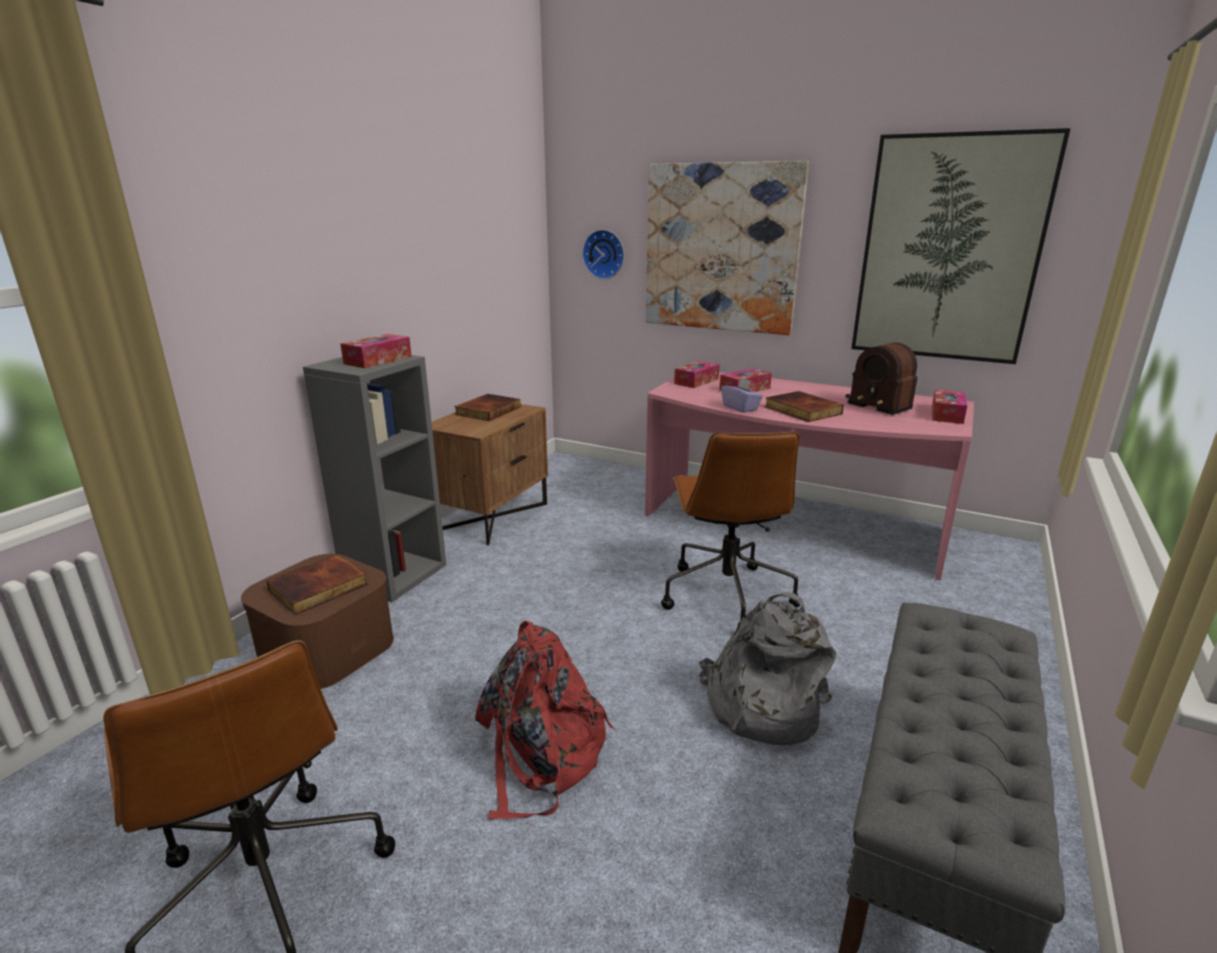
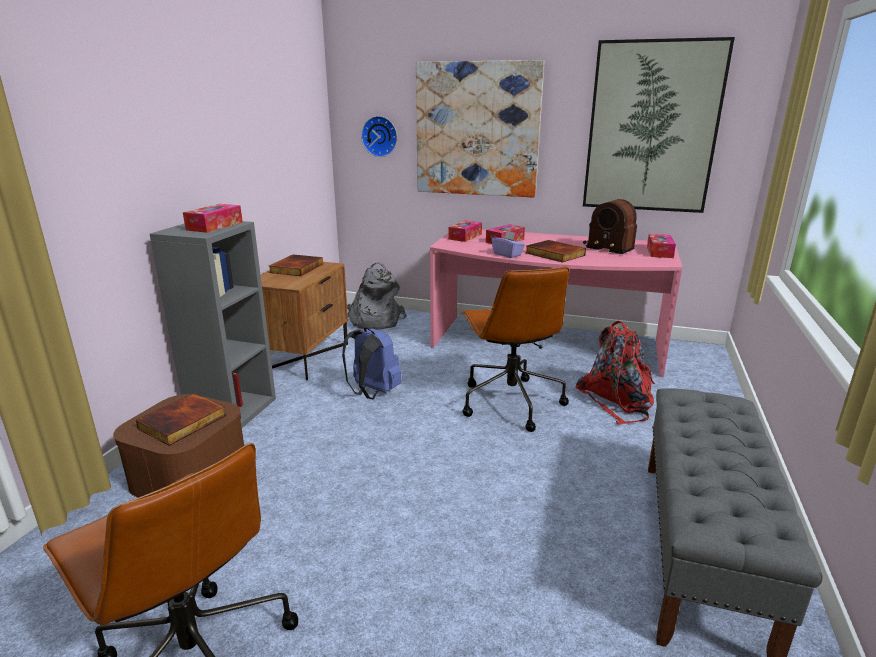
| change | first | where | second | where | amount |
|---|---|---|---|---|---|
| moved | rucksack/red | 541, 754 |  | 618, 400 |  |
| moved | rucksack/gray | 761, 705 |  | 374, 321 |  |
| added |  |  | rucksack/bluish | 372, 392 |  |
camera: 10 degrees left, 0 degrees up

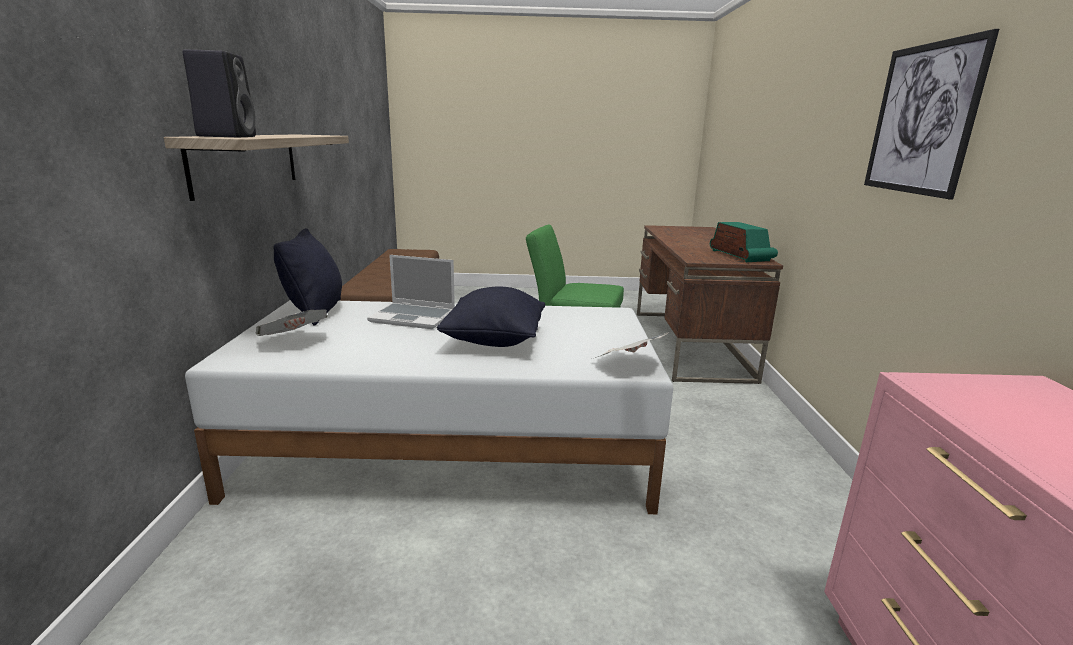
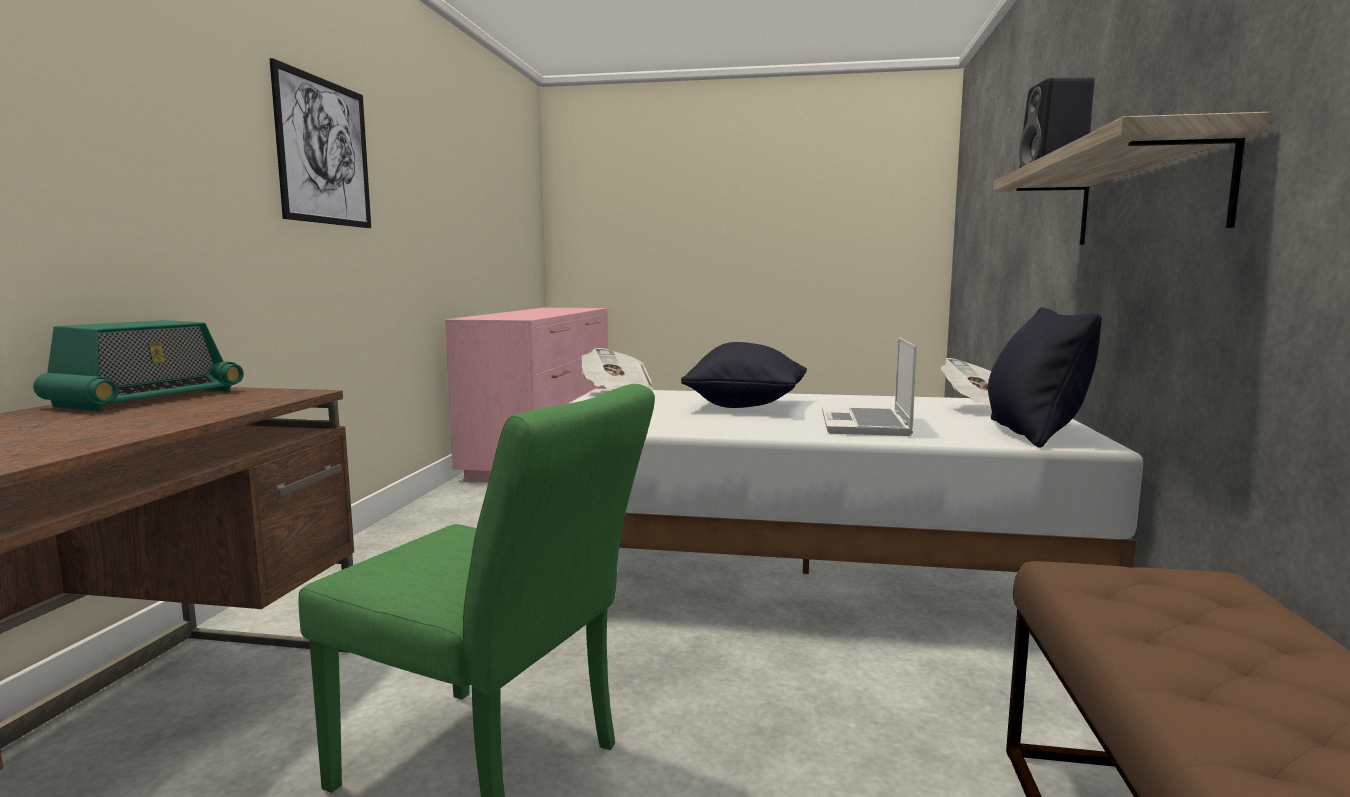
| change | first | where | second | where | amount |
|---|---|---|---|---|---|
| turned | notebook computer | 414, 317 |  | 866, 425 | 105 degrees counterclockwise |
| turned | radio | 740, 255 |  | 147, 398 | 150 degrees counterclockwise |
camera: 170 degrees left, 10 degrees down

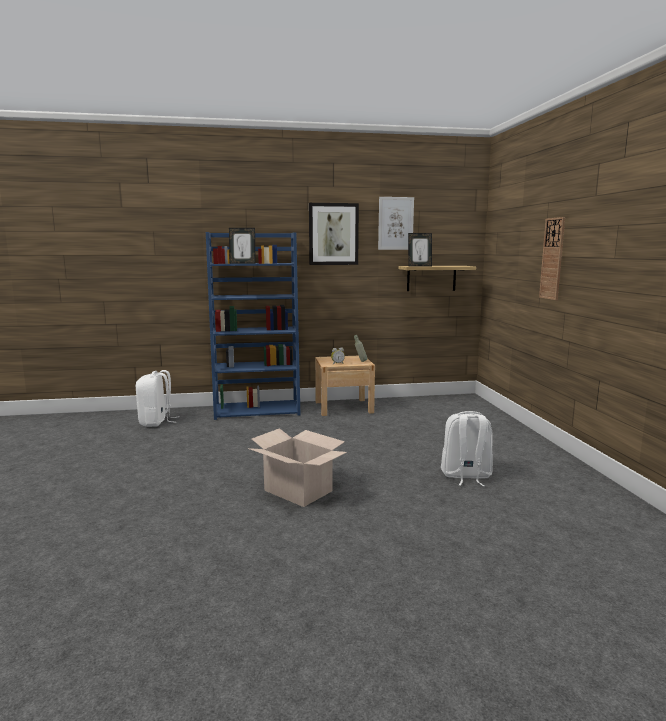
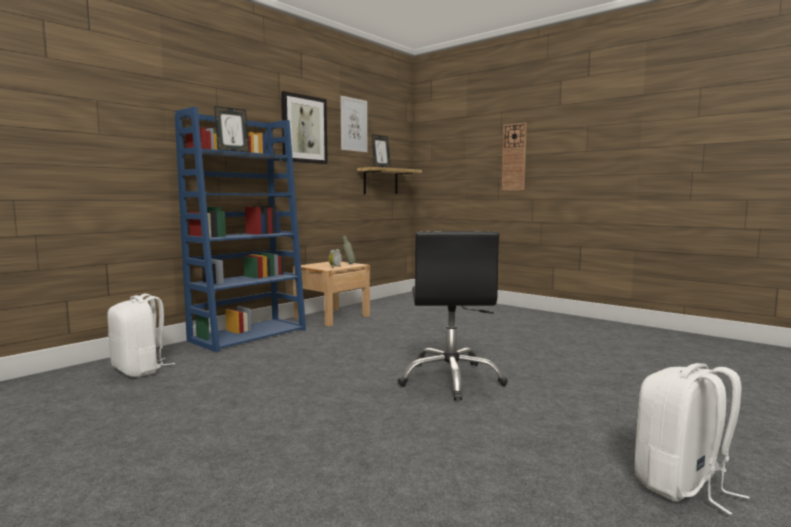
| change | first | where | second | where | amount |
|---|---|---|---|---|---|
| replaced | cardboard box | 297, 491 | desk chair/blackish | 451, 379 |  |
| moved | rucksack/white-coloured | 465, 475 |  | 682, 486 |  |
camera: 40 degrees left, 5 degrees down

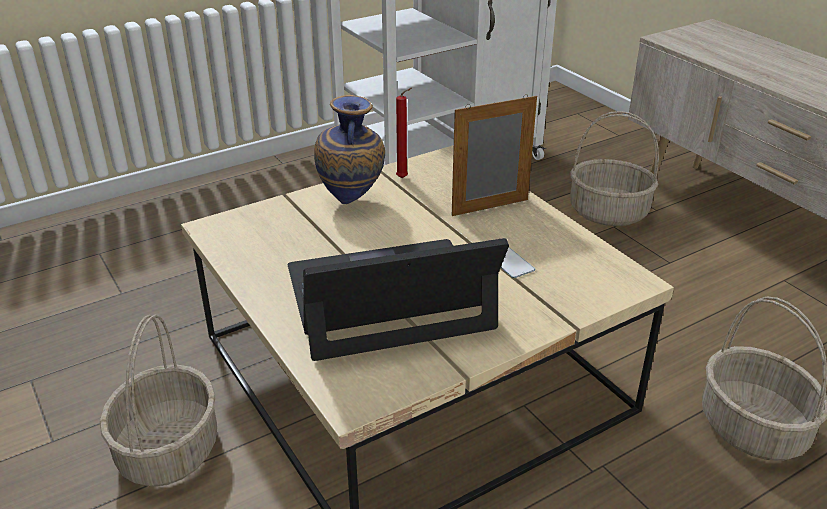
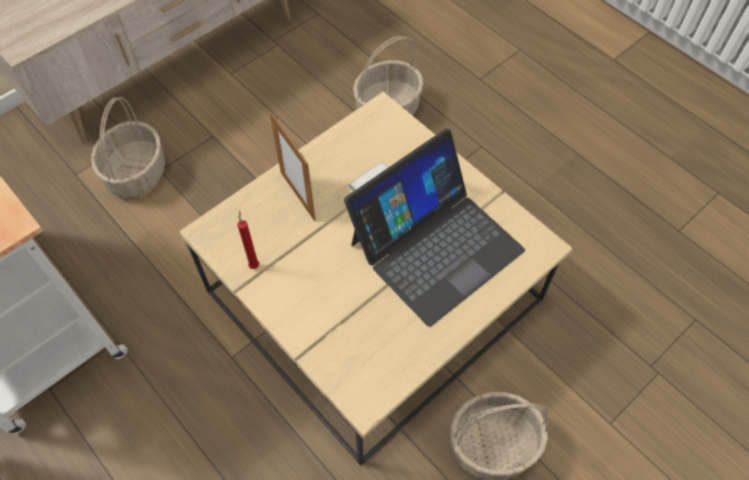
| change | first | where | second | where | amount |
|---|---|---|---|---|---|
| turned | notebook computer | 388, 298 |  | 435, 245 | 105 degrees counterclockwise |
| removed | flower vase | 352, 203 |  |  |  |
camera: 100 degrees left, 25 degrees up

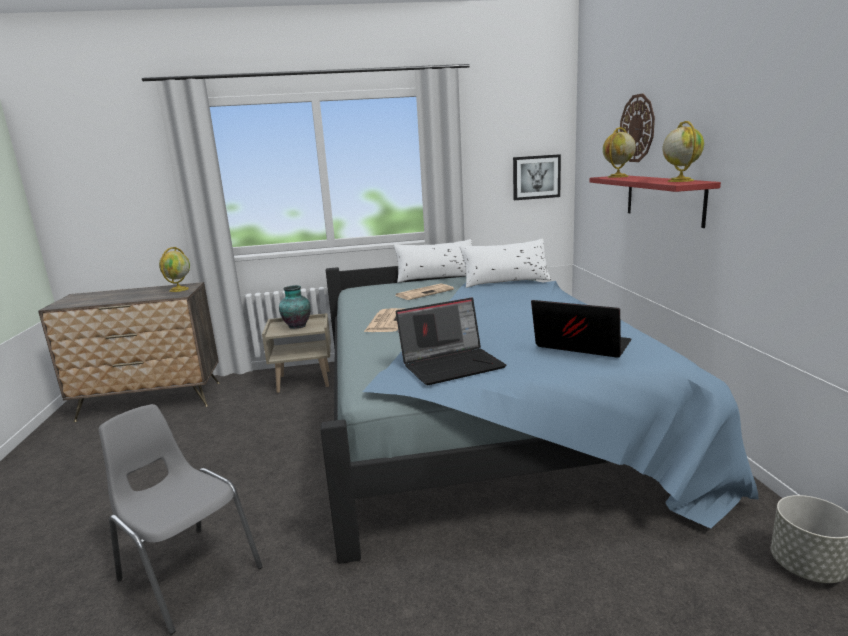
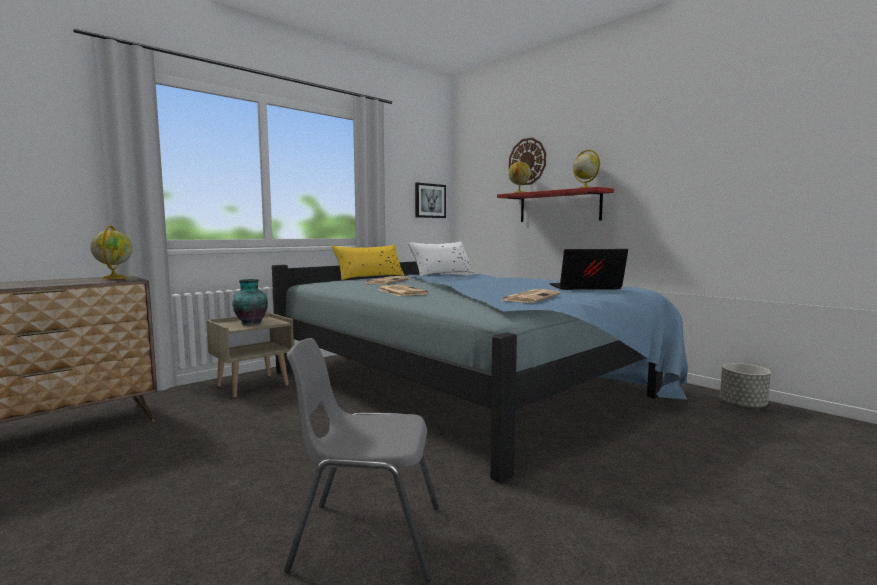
| change | first | where | second | where | amount |
|---|---|---|---|---|---|
| recoloured | cushion/white-coloured | 435, 277 | cushion/yellow | 369, 277 |  |
| replaced | notebook computer | 452, 364 | newspaper | 531, 297 |  |
camera: 35 degrees left, 10 degrees down

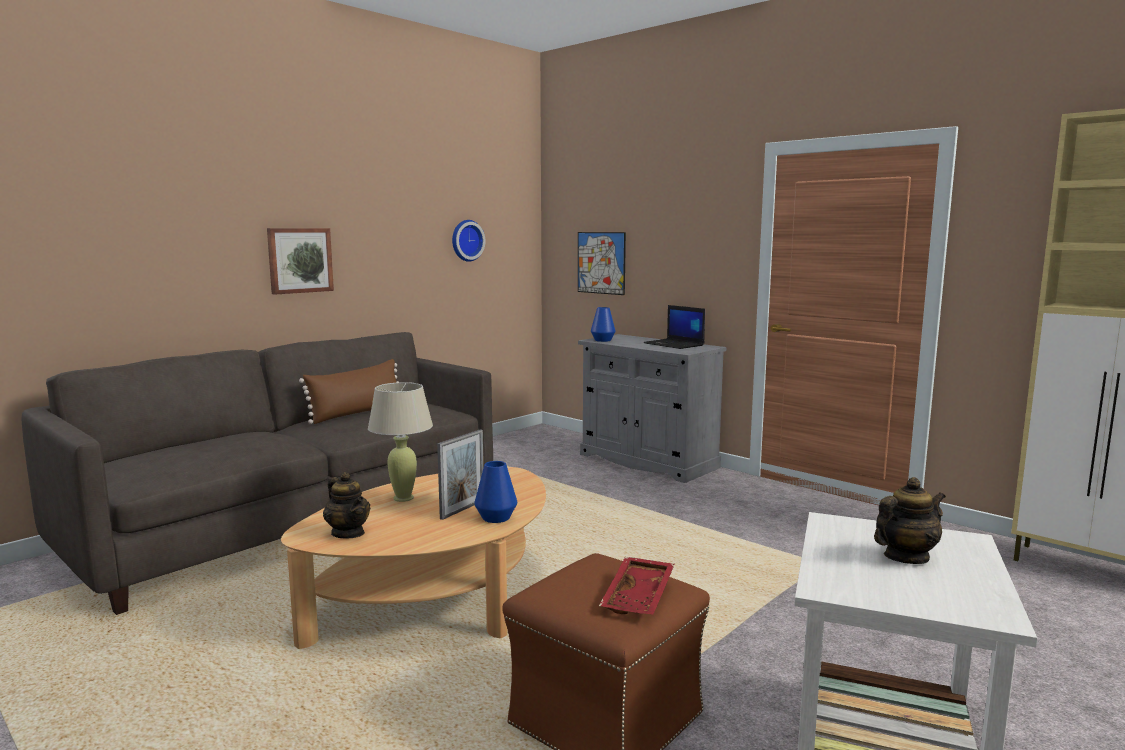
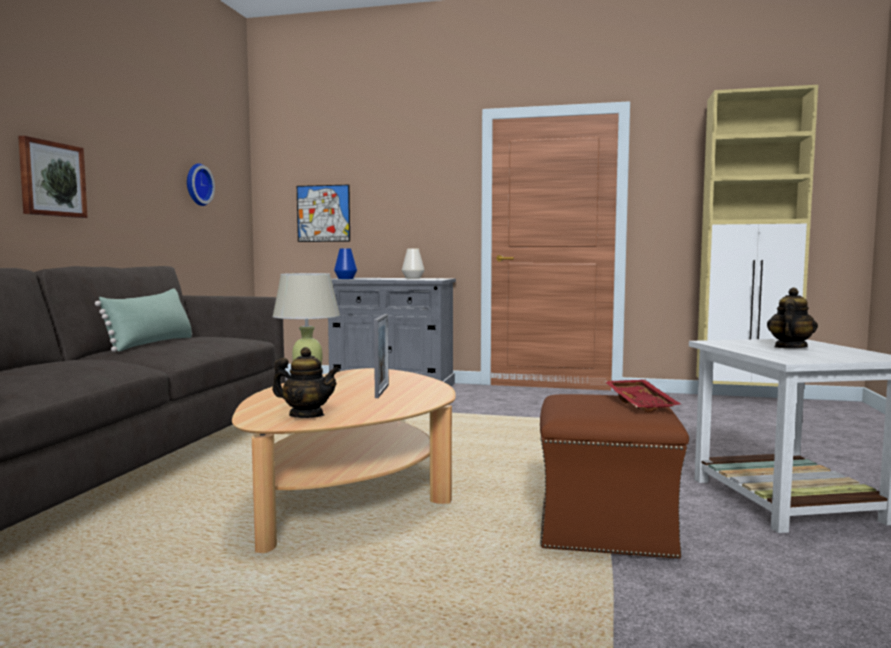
| change | first | where | second | where | amount |
|---|---|---|---|---|---|
| recoloured | cushion/brown | 358, 413 | cushion/green-coloured | 151, 344 |  |
| removed | flower vase/bluish | 496, 518 |  |  |  |
| replaced | notebook computer | 675, 344 | flower vase/white-coloured | 413, 278 |  |
camera: 30 degrees left, 5 degrees down

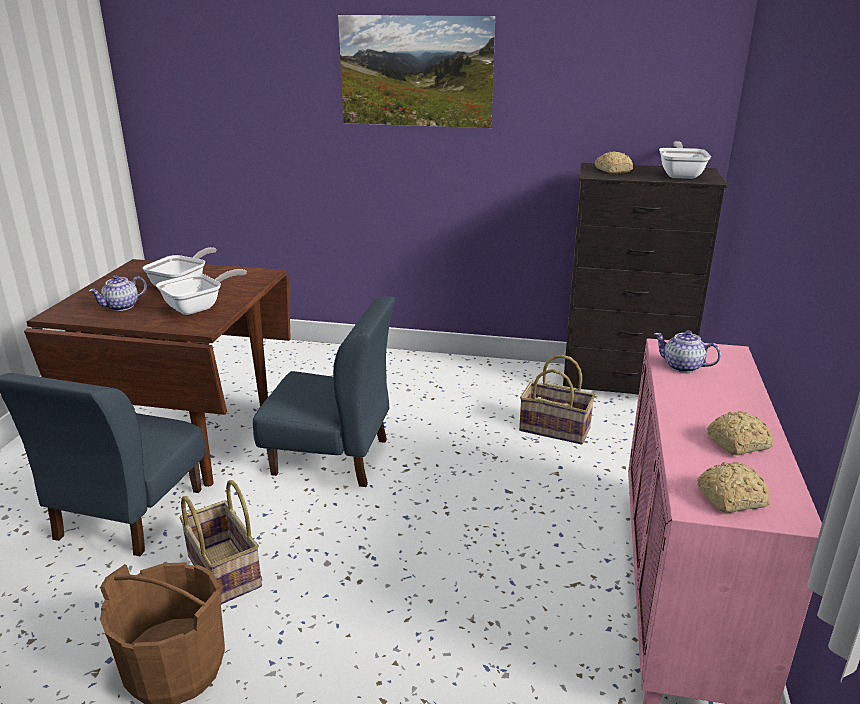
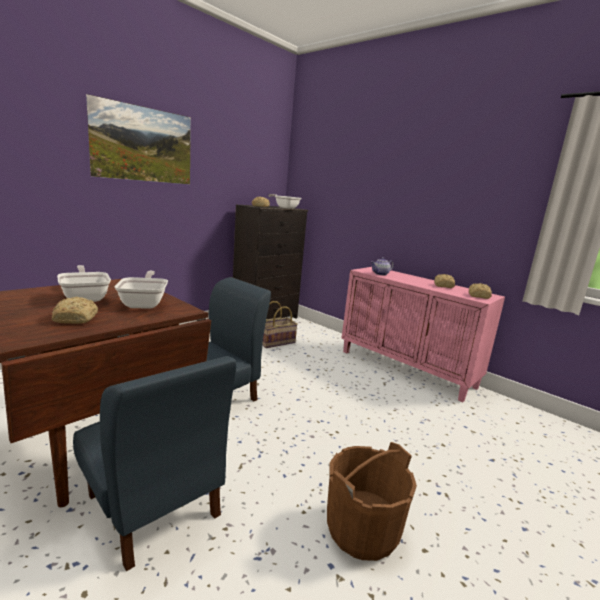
| change | first | where | second | where | amount |
|---|---|---|---|---|---|
| replaced | pot for tea | 121, 307 | bakery bread | 77, 318 |  |
| removed | storage basket | 222, 571 |  |  |  |
camera: 60 degrees left, 10 degrees down

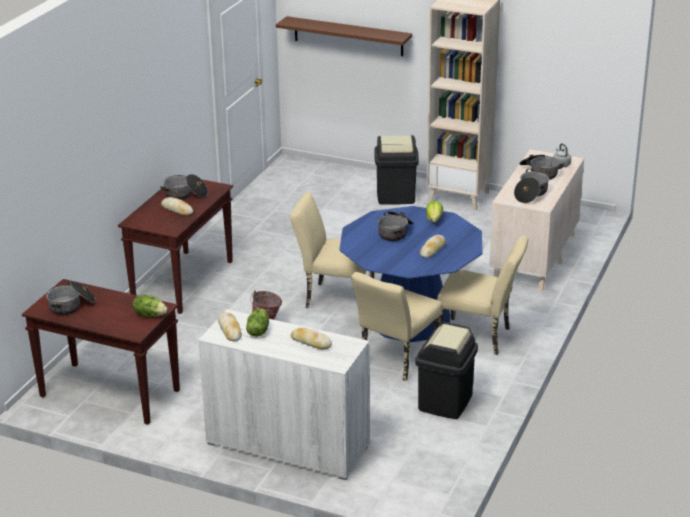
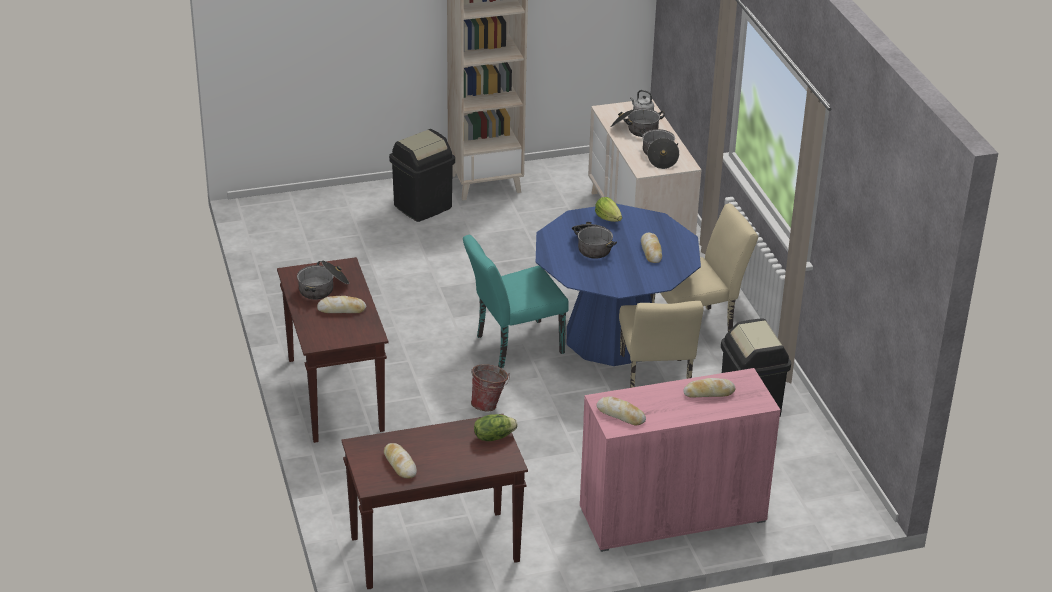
| change | first | where | second | where | amount |
|---|---|---|---|---|---|
| replaced | stockpot | 71, 306 | bakery bread | 400, 464 |  |
| recoloured | cabinet/white-coloured | 287, 444 | cabinet/pinkish | 672, 514 |  |
| removed | head of lettuce | 258, 331 |  |  |  |
| removed | bracket shelf/brown | 348, 36 |  |  |  |
| recoloured | chair/sand-coloured | 334, 298 | chair/blue-green | 513, 346 |  |
camera: 40 degrees left, 5 degrees up

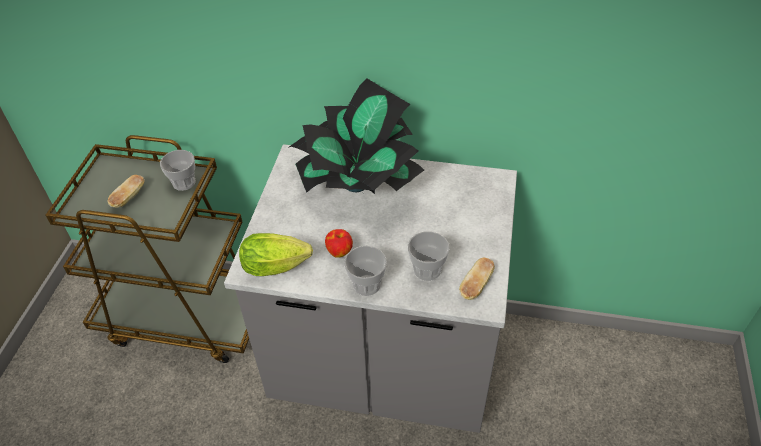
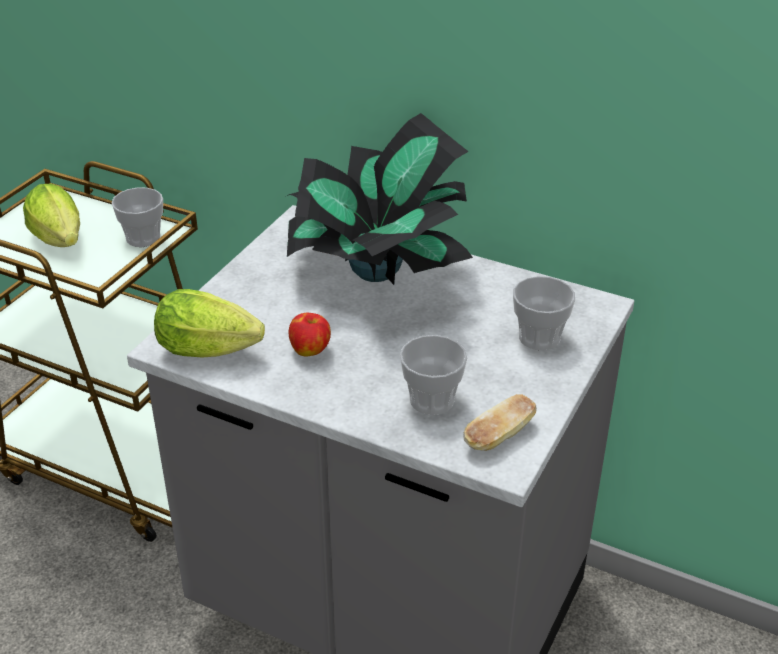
| change | first | where | second | where | amount |
|---|---|---|---|---|---|
| replaced | bakery bread | 129, 197 | head of lettuce | 61, 242 |  |
| moved | small cup | 366, 284 |  | 539, 337 |  |
camera: 15 degrees right, 10 degrees down

